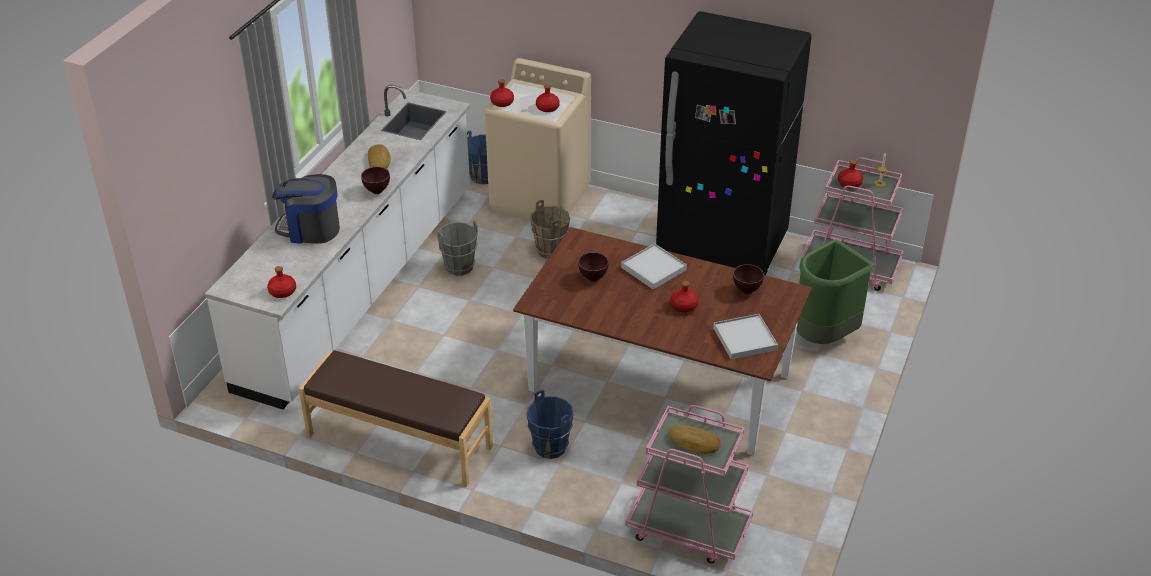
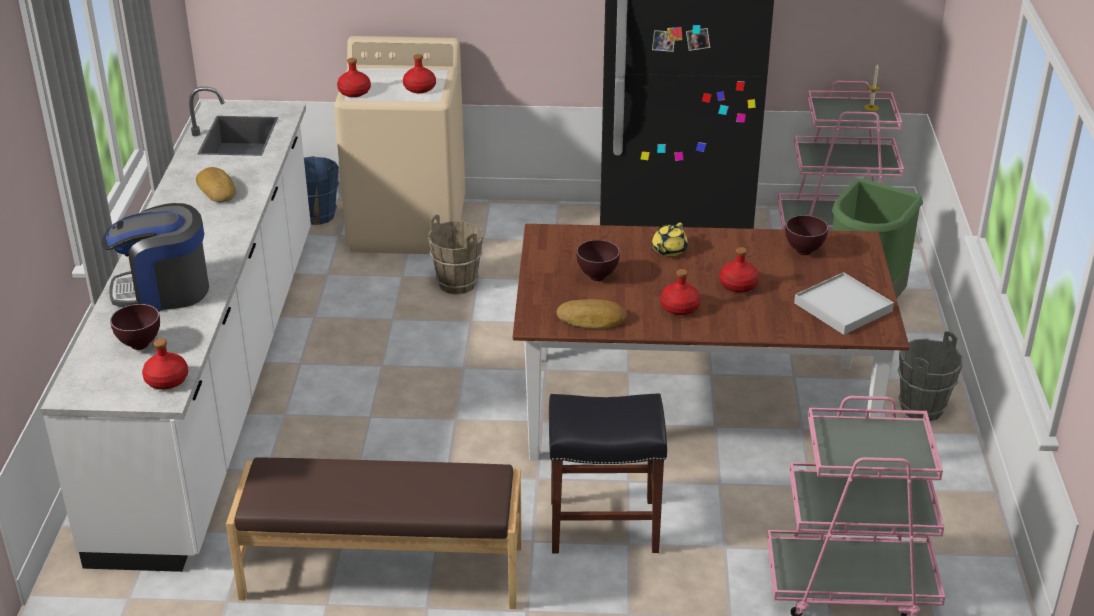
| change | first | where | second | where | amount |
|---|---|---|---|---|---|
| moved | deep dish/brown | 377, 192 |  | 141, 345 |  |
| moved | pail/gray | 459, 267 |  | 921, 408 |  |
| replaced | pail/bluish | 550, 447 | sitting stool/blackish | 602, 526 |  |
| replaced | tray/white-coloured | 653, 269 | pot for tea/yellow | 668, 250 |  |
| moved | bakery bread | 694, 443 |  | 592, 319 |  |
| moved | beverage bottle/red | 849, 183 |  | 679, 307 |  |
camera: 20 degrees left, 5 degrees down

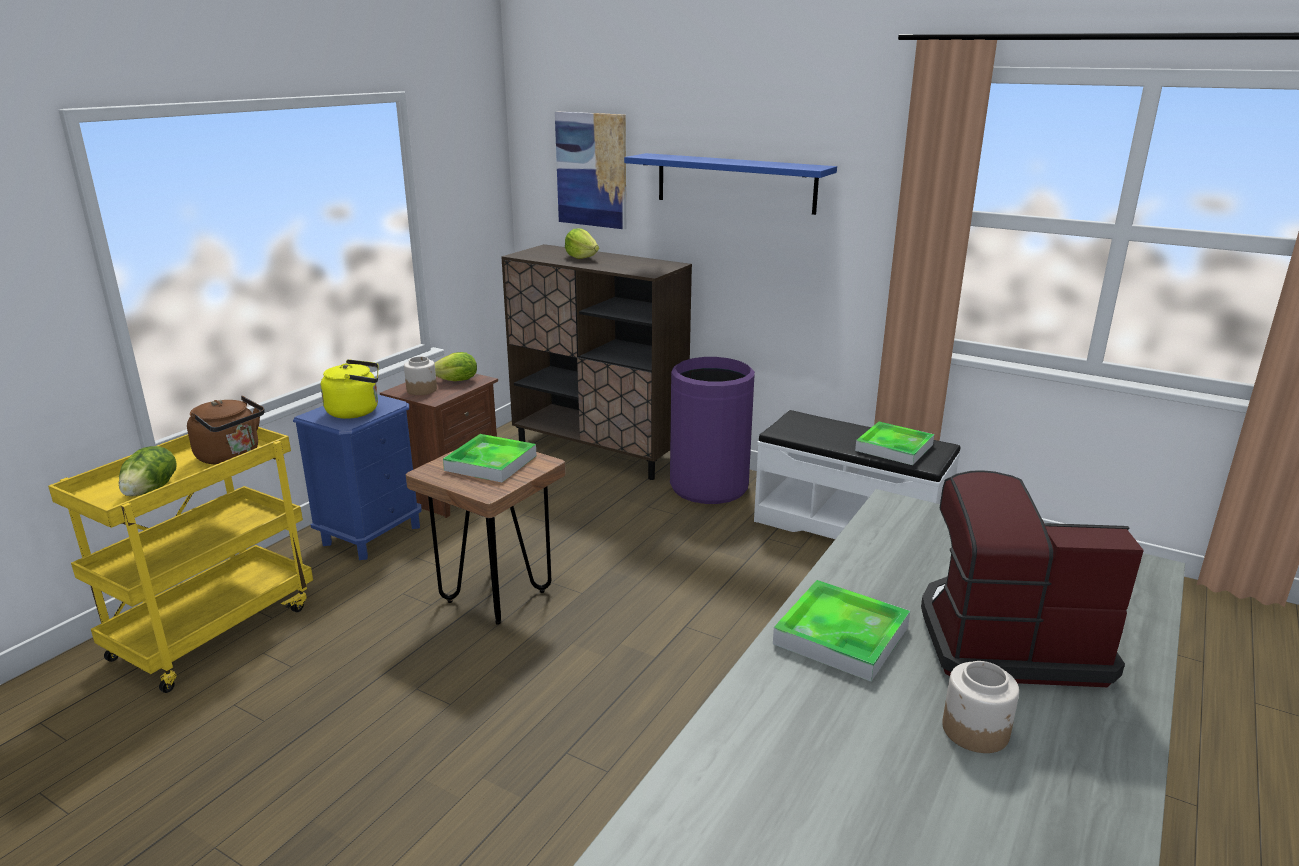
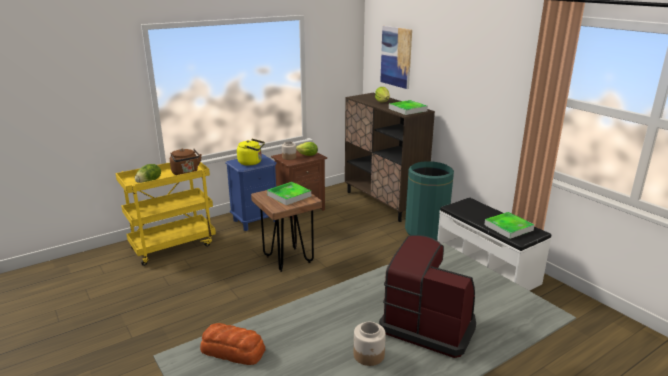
| change | first | where | second | where | amount |
|---|---|---|---|---|---|
| removed | bracket shelf/bluish | 735, 183 |  |  |  |
| recoloured | waste bin/purple | 708, 486 | waste bin/green-coloured | 426, 231 |  |
| moved | tray | 841, 635 |  | 407, 110 |  |
| added |  |  | bakery bread | 233, 351 |  |
camera: 25 degrees right, 0 degrees up

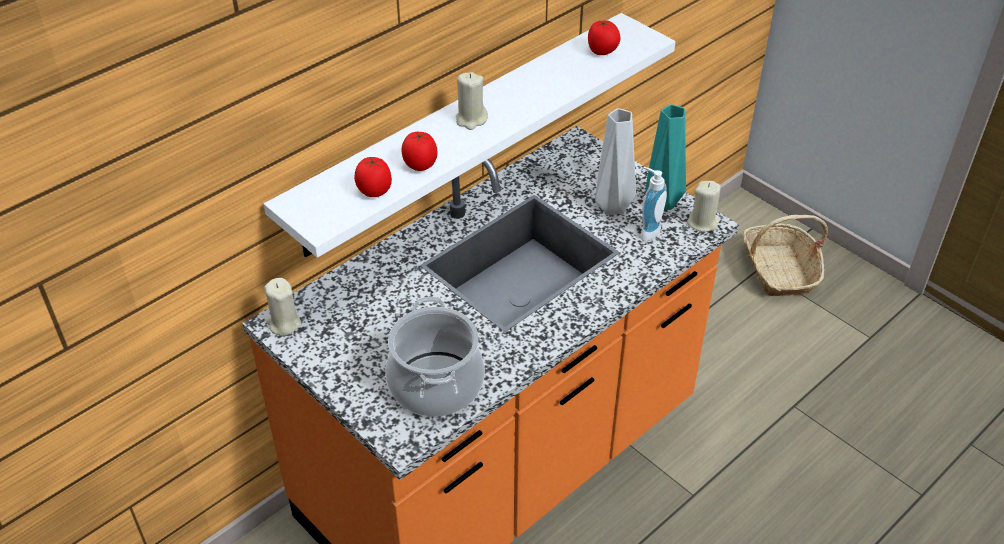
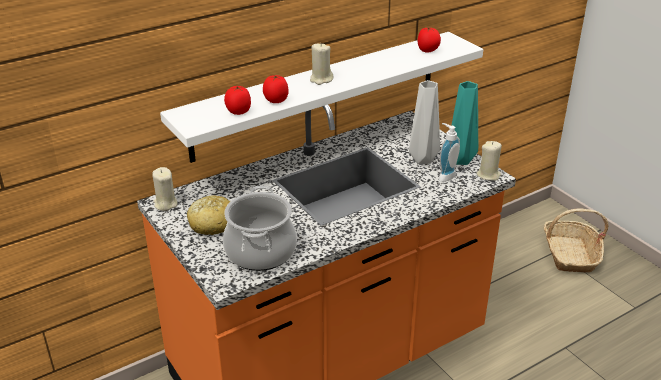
| change | first | where | second | where | amount |
|---|---|---|---|---|---|
| added |  |  | bakery bread | 212, 223 |  |
camera: 10 degrees right, 10 degrees down

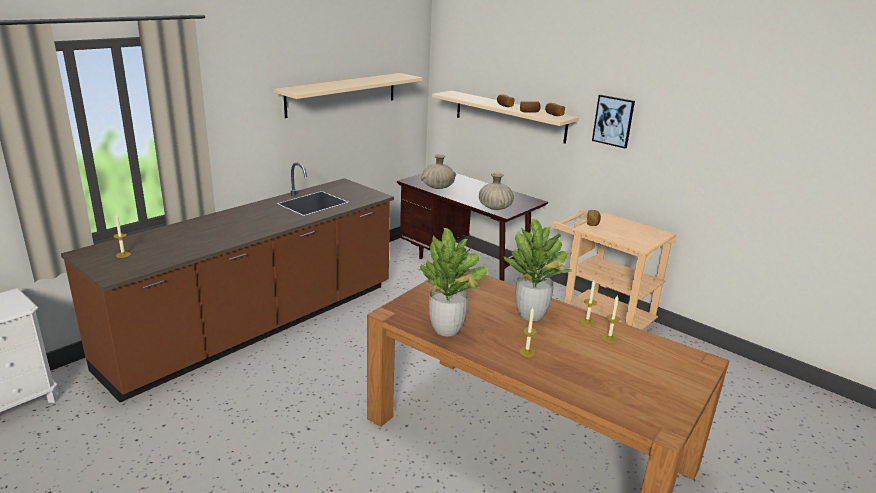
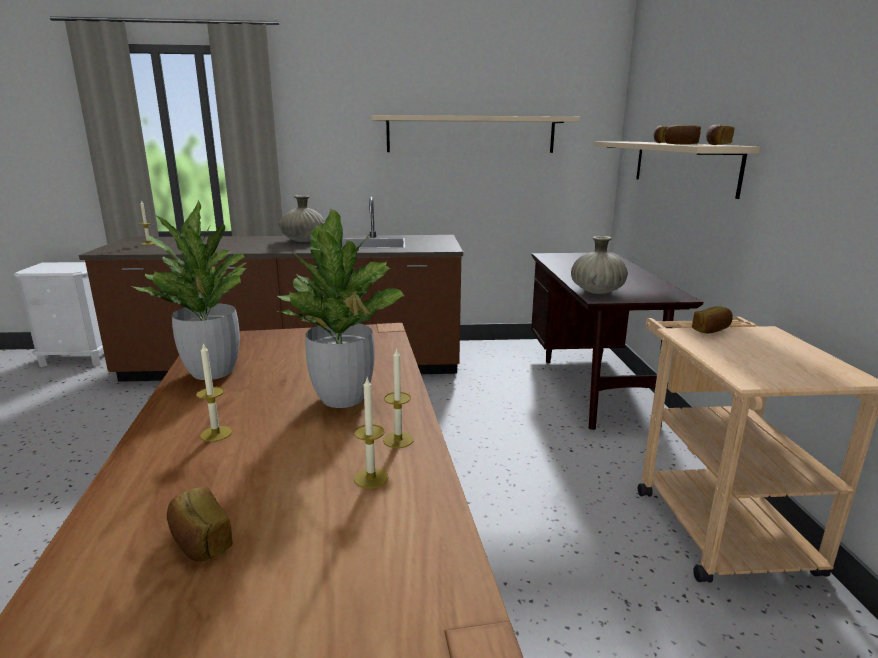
| change | first | where | second | where | amount |
|---|---|---|---|---|---|
| moved | flower vase/sand-coloured | 437, 187 |  | 304, 241 |  |
| removed | wall art | 613, 121 |  |  |  |
| added |  |  | bakery bread | 199, 541 |  |
camera: 45 degrees right, 5 degrees down

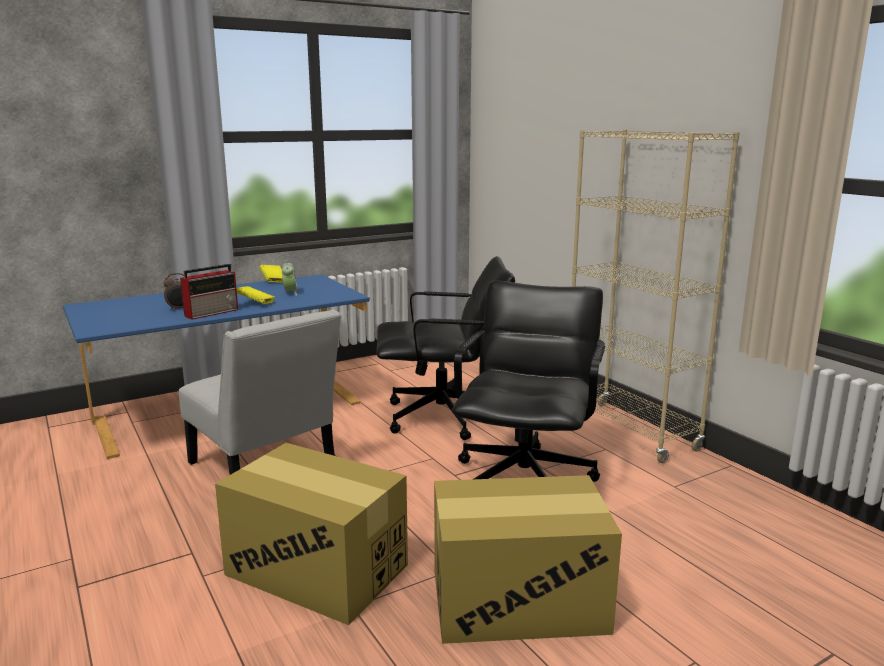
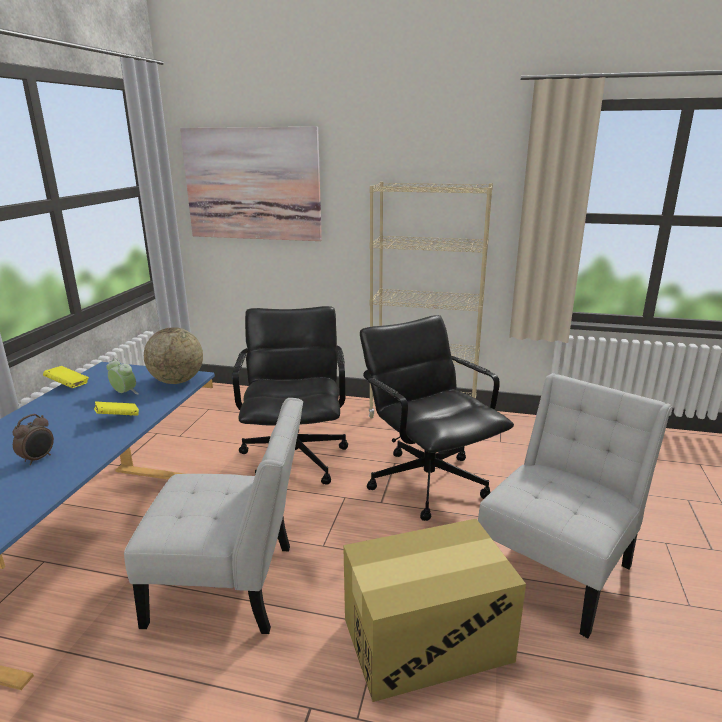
| change | first | where | second | where | amount |
|---|---|---|---|---|---|
| removed | radio | 212, 312 |  |  |  |
| turned | desk chair/blackish | 443, 417 |  | 295, 459 | 45 degrees counterclockwise |
| replaced | cardboard box | 518, 601 | chair/white-coloured | 558, 567 |  |
| added |  |  | desk globe | 177, 381 |  |
| added |  |  | wall art | 252, 184 |  |
camera: 45 degrees left, 5 degrees up

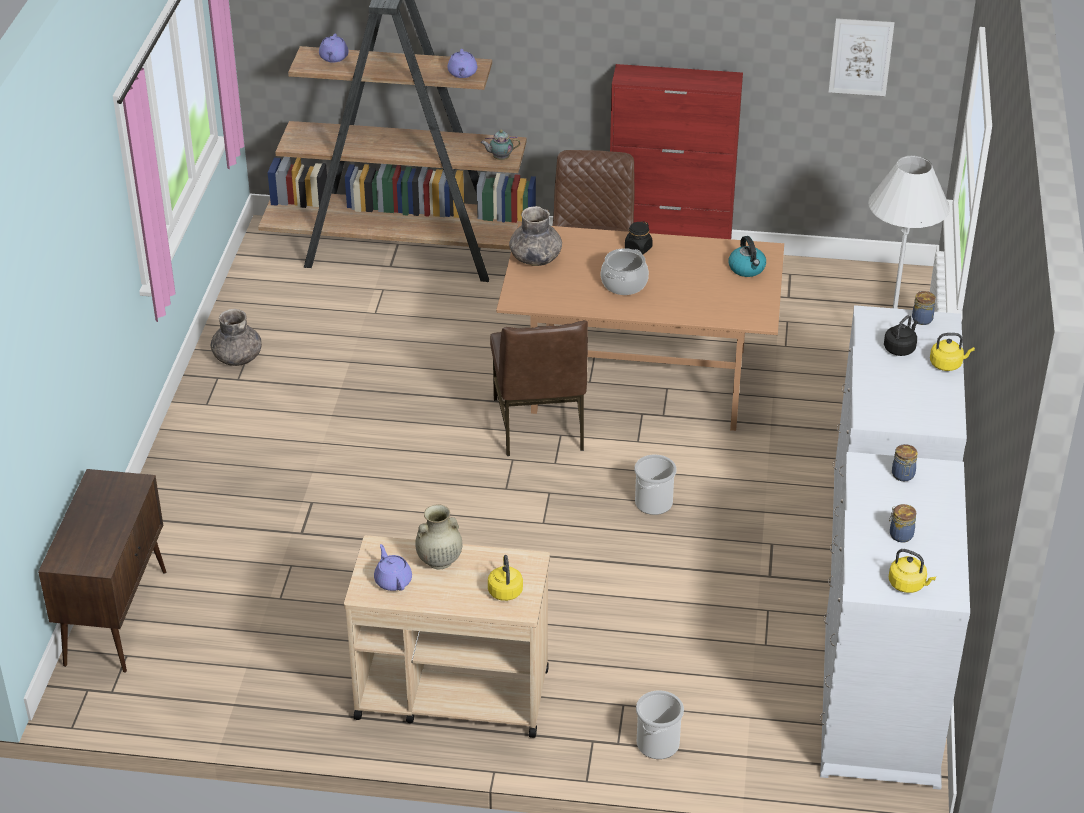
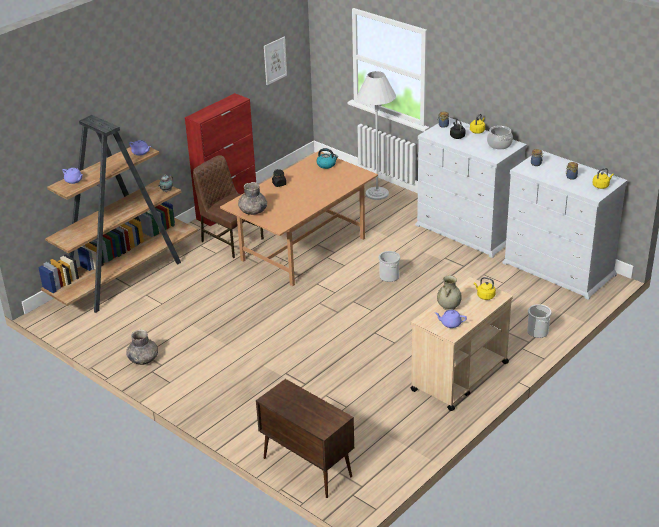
| change | first | where | second | where | amount |
|---|---|---|---|---|---|
| removed | chair/brown | 539, 425 |  |  |  |
| moved | stockpot | 624, 284 |  | 499, 144 |  |
camera: 55 degrees left, 5 degrees down

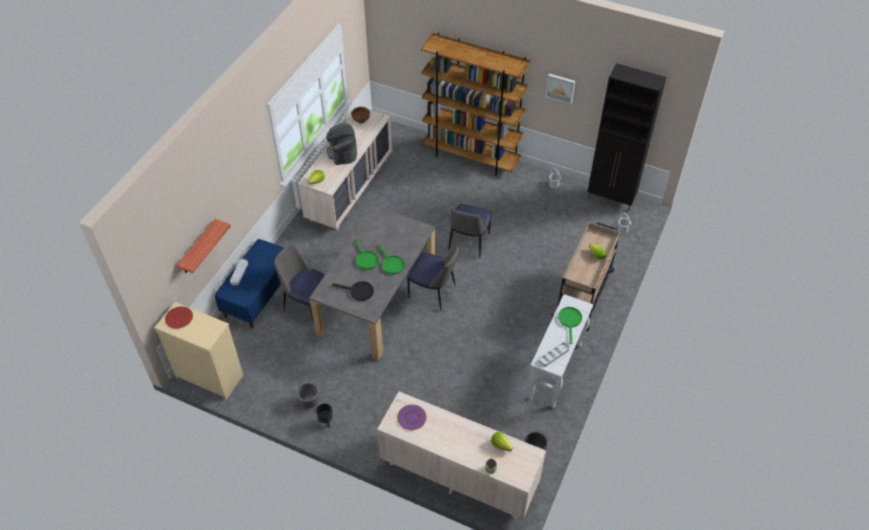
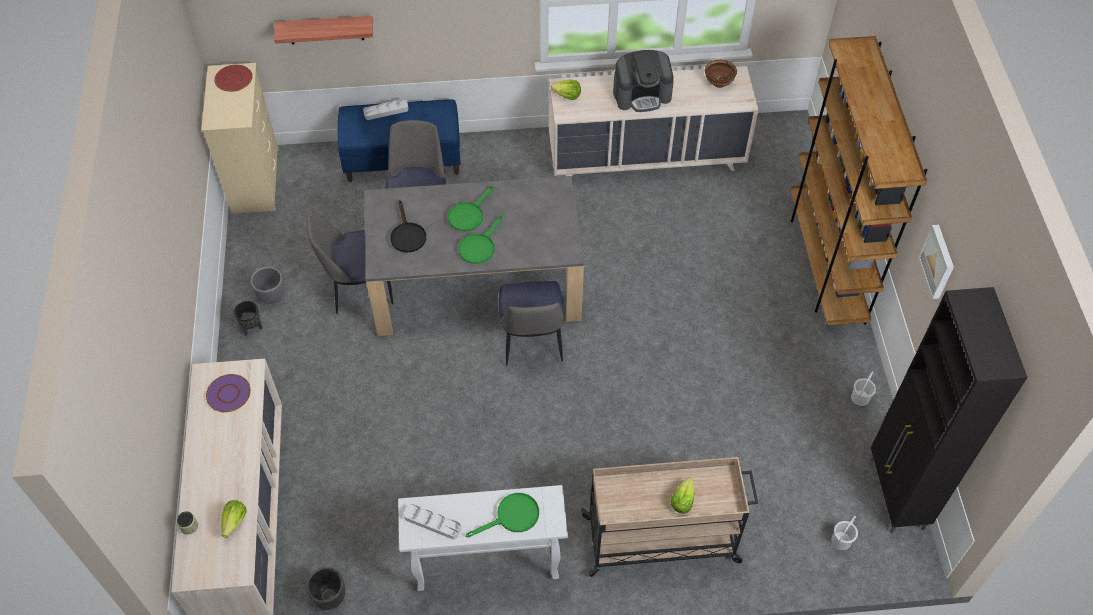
| change | first | where | second | where | amount |
|---|---|---|---|---|---|
| turned | coffee machine | 342, 152 |  | 642, 94 | 150 degrees counterclockwise |
| moved | chair | 468, 243 |  | 359, 288 |  |
camera: 60 degrees right, 5 degrees up

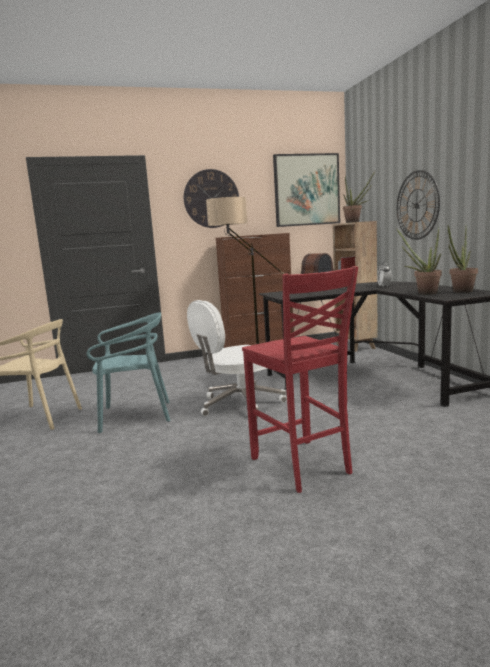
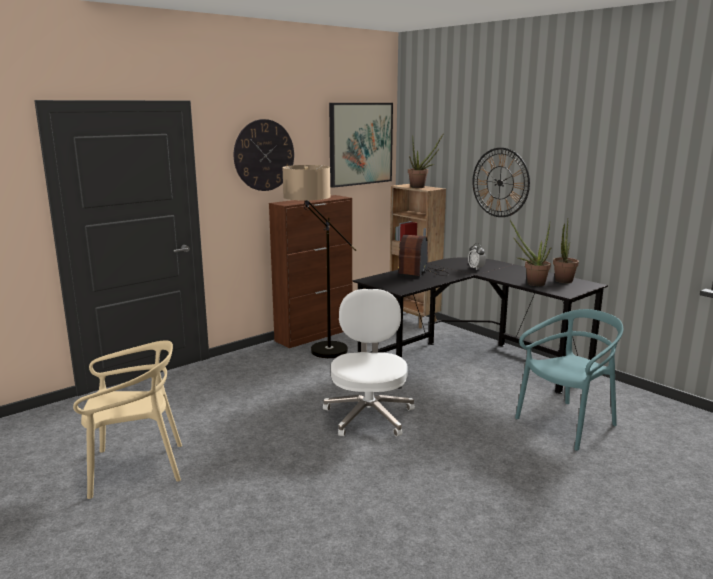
| change | first | where | second | where | amount |
|---|---|---|---|---|---|
| moved | chair/blue-green | 134, 415 |  | 567, 424 |  |
| turned | desk chair/white-coloured | 239, 405 |  | 369, 415 | 150 degrees clockwise |
| removed | chair/red | 302, 466 |  |  |  |
camera: 25 degrees left, 5 degrees up

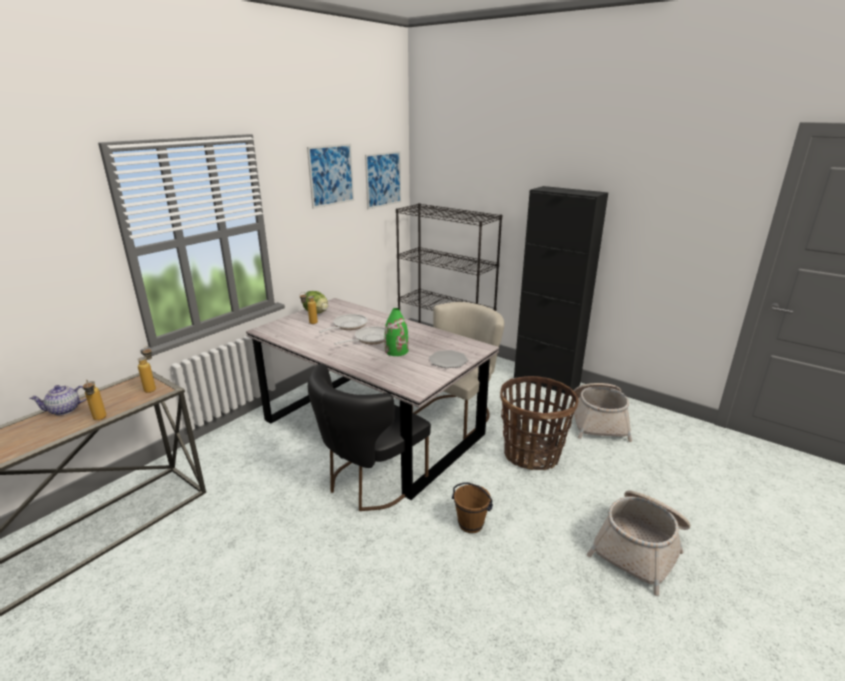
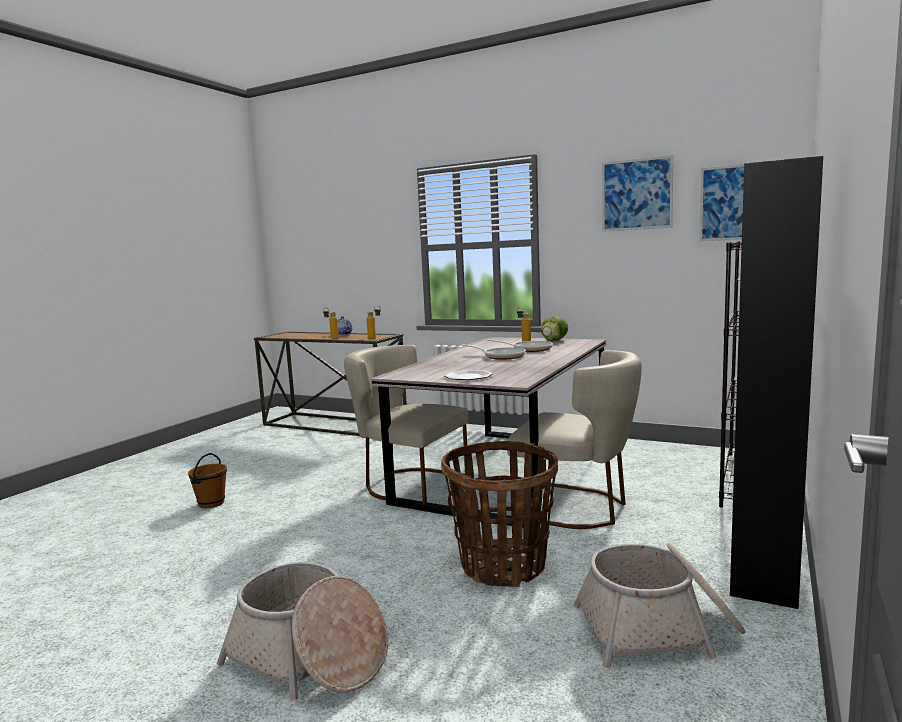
| change | first | where | second | where | amount |
|---|---|---|---|---|---|
| recoloured | chair/blackish | 370, 483 | chair/sand-coloured | 408, 484 |  |
| removed | flower vase/green-coloured | 396, 351 |  |  |  |
| moved | pail/brown | 470, 524 |  | 211, 503 |  |
camera: 80 degrees right, 15 degrees down

